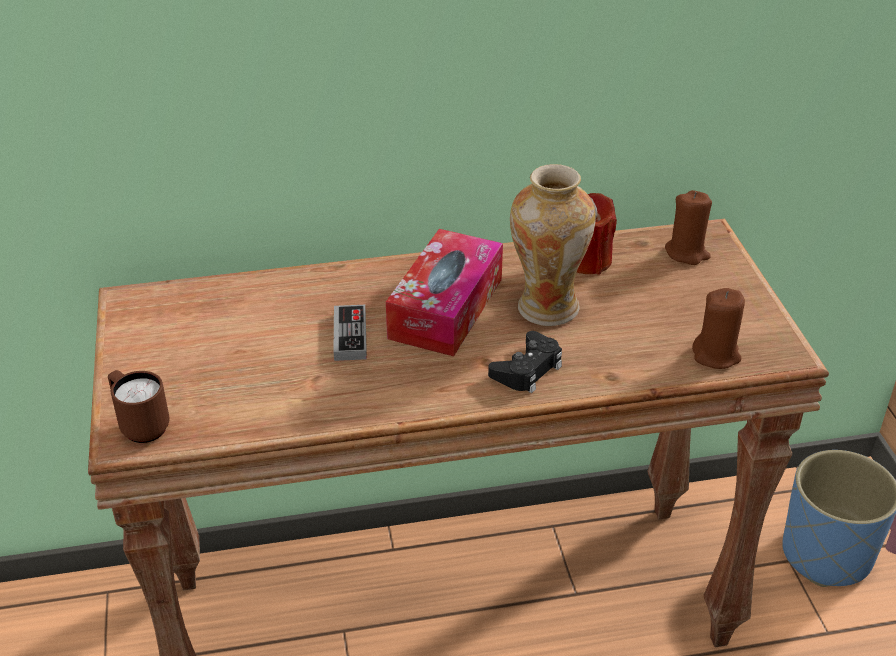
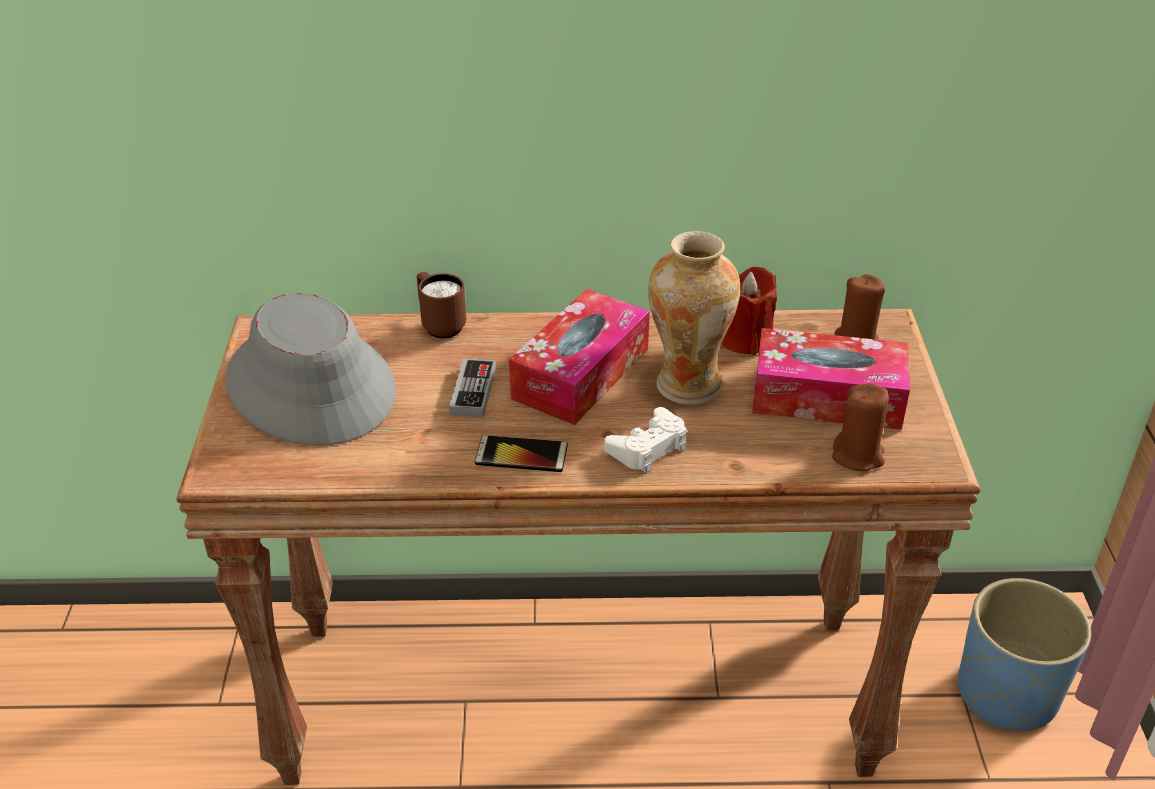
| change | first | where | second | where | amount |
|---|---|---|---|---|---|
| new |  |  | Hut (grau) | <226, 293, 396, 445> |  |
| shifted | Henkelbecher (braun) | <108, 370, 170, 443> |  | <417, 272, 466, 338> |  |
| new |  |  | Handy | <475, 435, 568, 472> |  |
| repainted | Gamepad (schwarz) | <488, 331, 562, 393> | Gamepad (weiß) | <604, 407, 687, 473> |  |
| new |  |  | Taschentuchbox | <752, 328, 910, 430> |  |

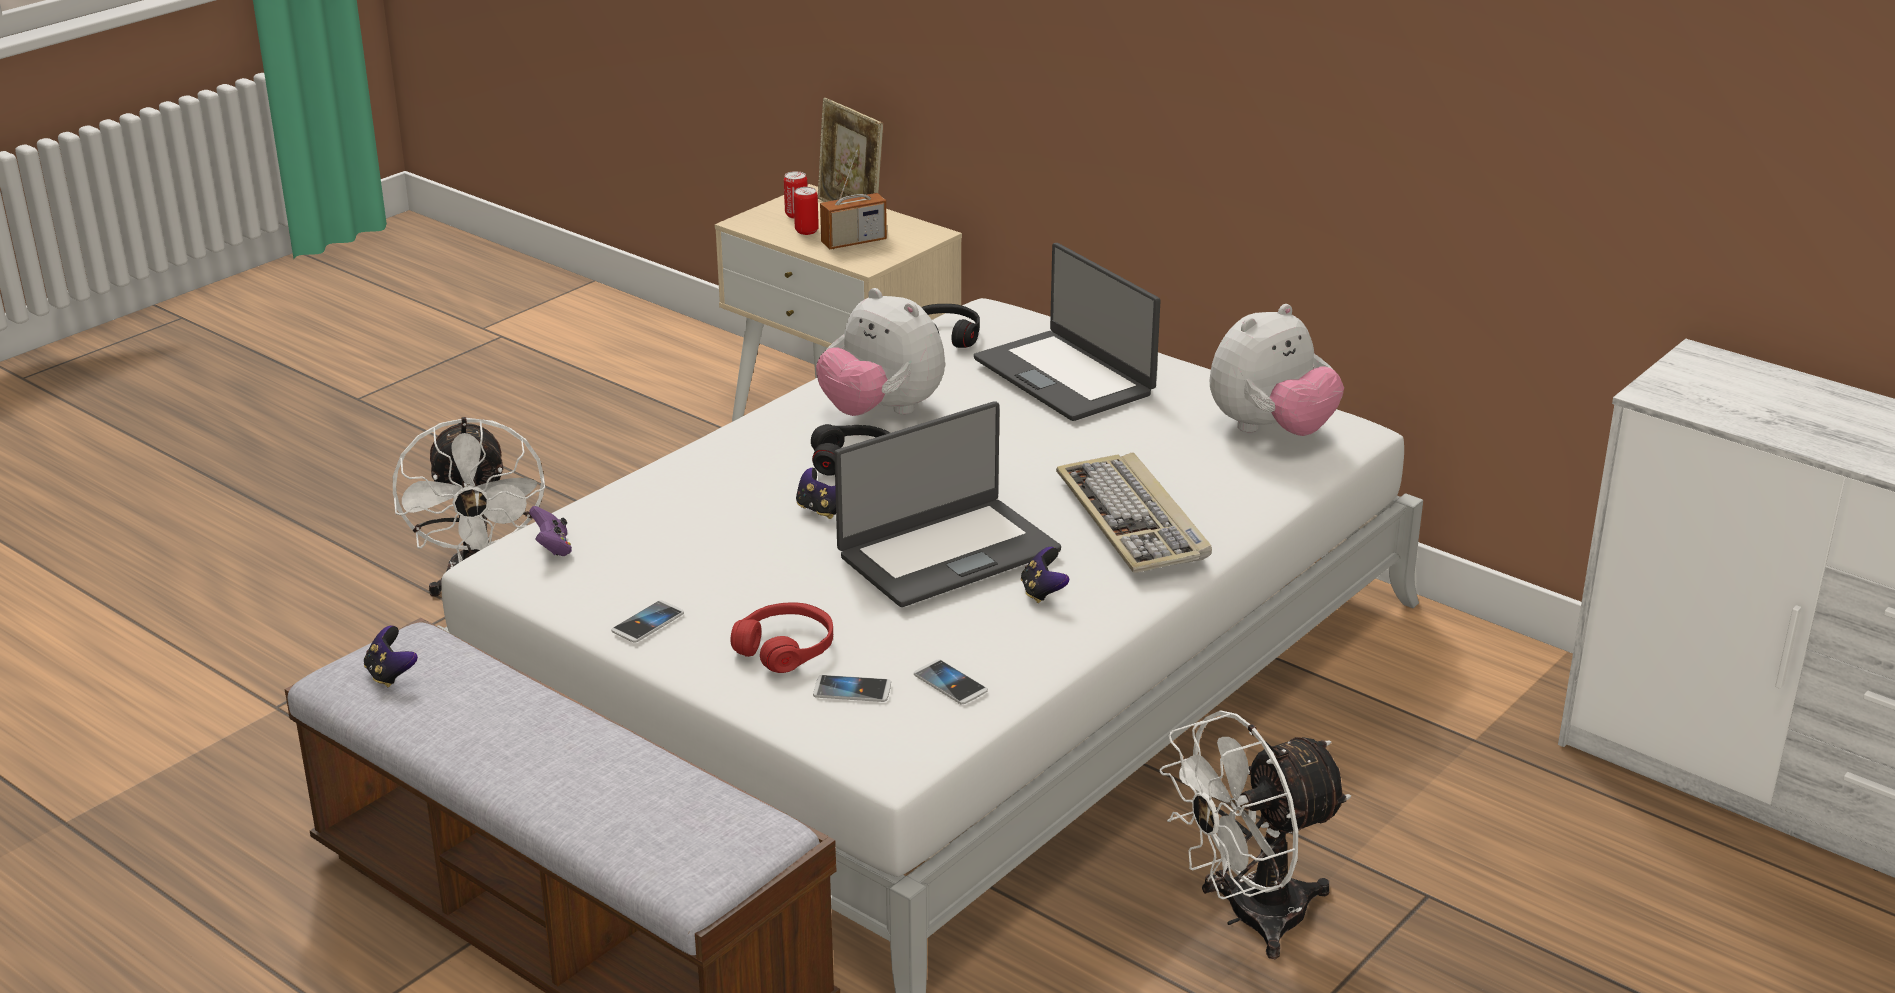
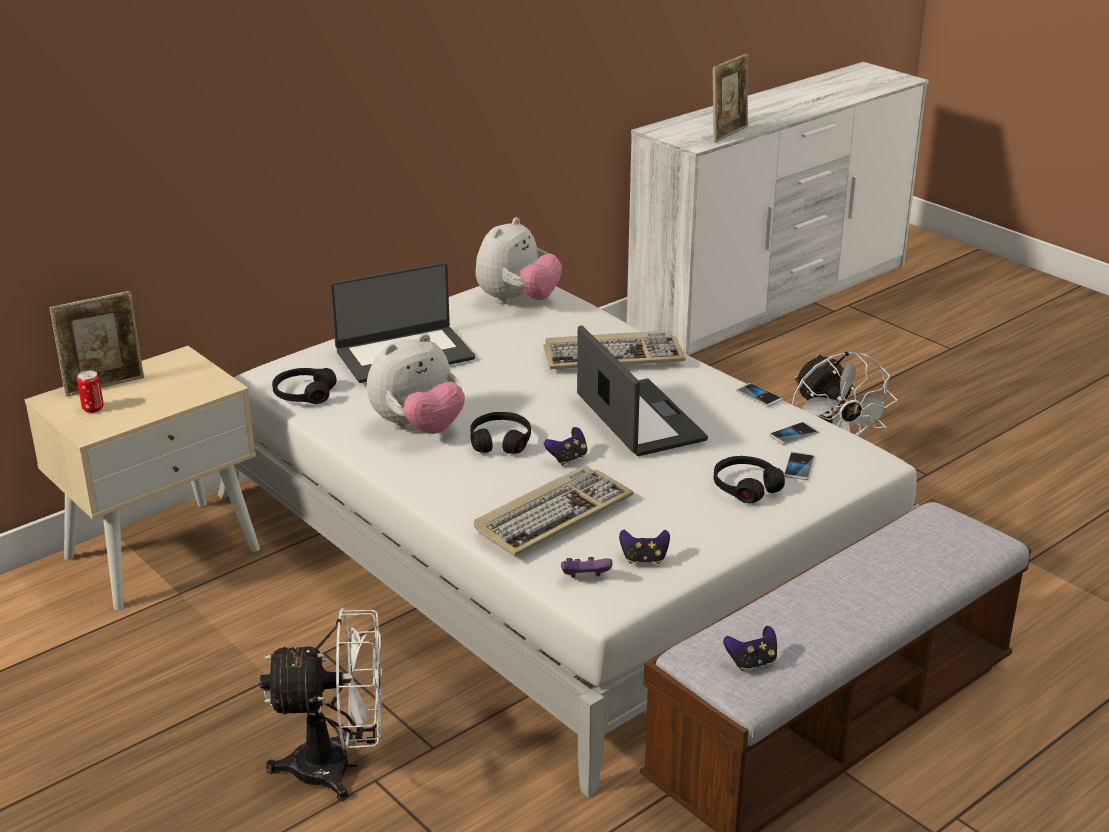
| change | first | where | second | where | amount |
|---|---|---|---|---|---|
| new |  |  | Tastatur | <474, 465, 633, 557> |  |
| rotated | Plüschtier | <1210, 304, 1344, 436> |  | <475, 217, 562, 304> | 60 degrees clockwise |
| shifted | Gamepad | <1021, 547, 1069, 603> |  | <619, 530, 670, 564> |  |
| new |  |  | Bilderrahmen | <713, 54, 748, 143> |  |
| repainted | Kopfhörer (rot) | <730, 602, 833, 673> | Kopfhörer (schwarz) | <714, 456, 785, 503> |  |
| shifted | Handy | <611, 600, 684, 643> |  | <736, 383, 783, 406> |  |
| gone | Dose | <794, 187, 819, 235> |  |  |  |
| gone | Radio | <820, 150, 887, 249> |  |  |  |

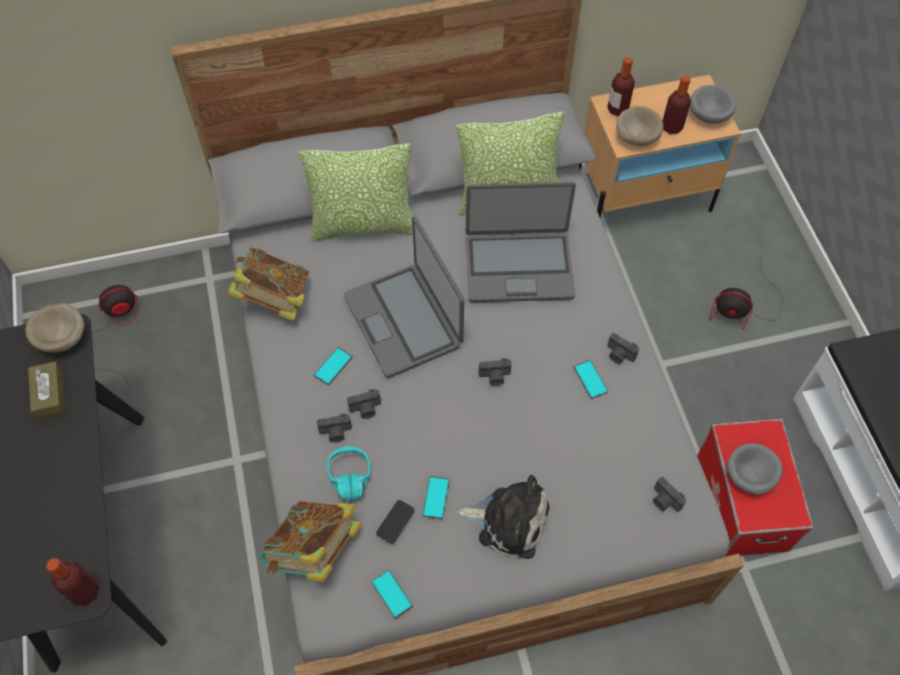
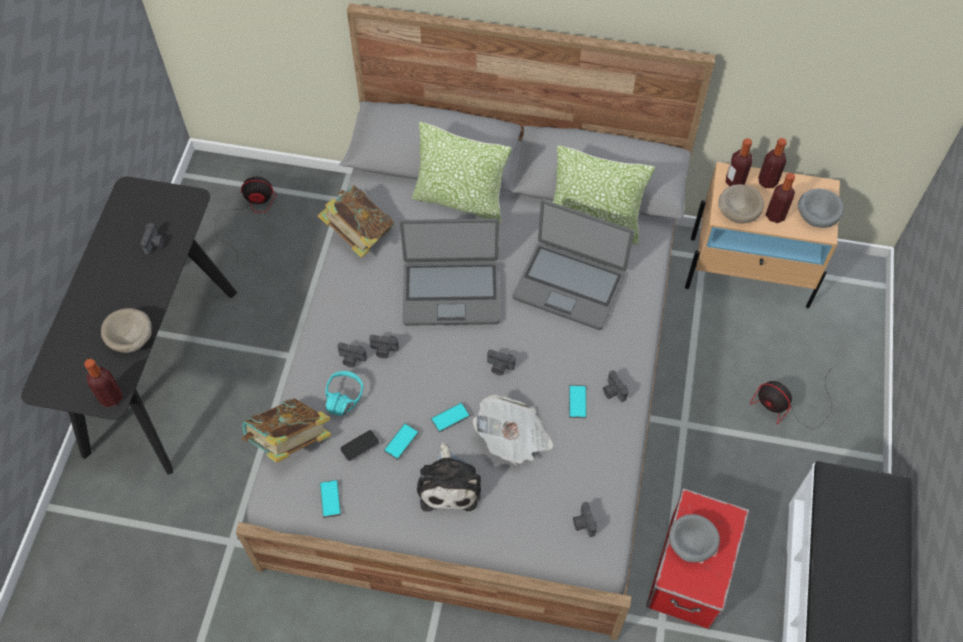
| change | first | where | second | where | amount |
|---|---|---|---|---|---|
| shifted | Schüssel (beige) | <25, 303, 85, 353> |  | <101, 308, 152, 353> |  |
| swapped | Taschentuchbox (braun) | <28, 362, 66, 421> | Kamera | <140, 223, 164, 255> |  |
| rotated | Laptop | <344, 216, 464, 378> |  | <400, 219, 500, 326> | 90 degrees counterclockwise |
| rotated | Plüschtier | <457, 475, 550, 559> |  | <417, 442, 481, 512> | 45 degrees clockwise |
| shifted | Handy | <314, 347, 353, 385> |  | <431, 402, 470, 432> |  |
| new |  |  | Zeitung | <472, 394, 553, 465> |  |
| new |  |  | Flasche | <758, 138, 787, 188> |  |

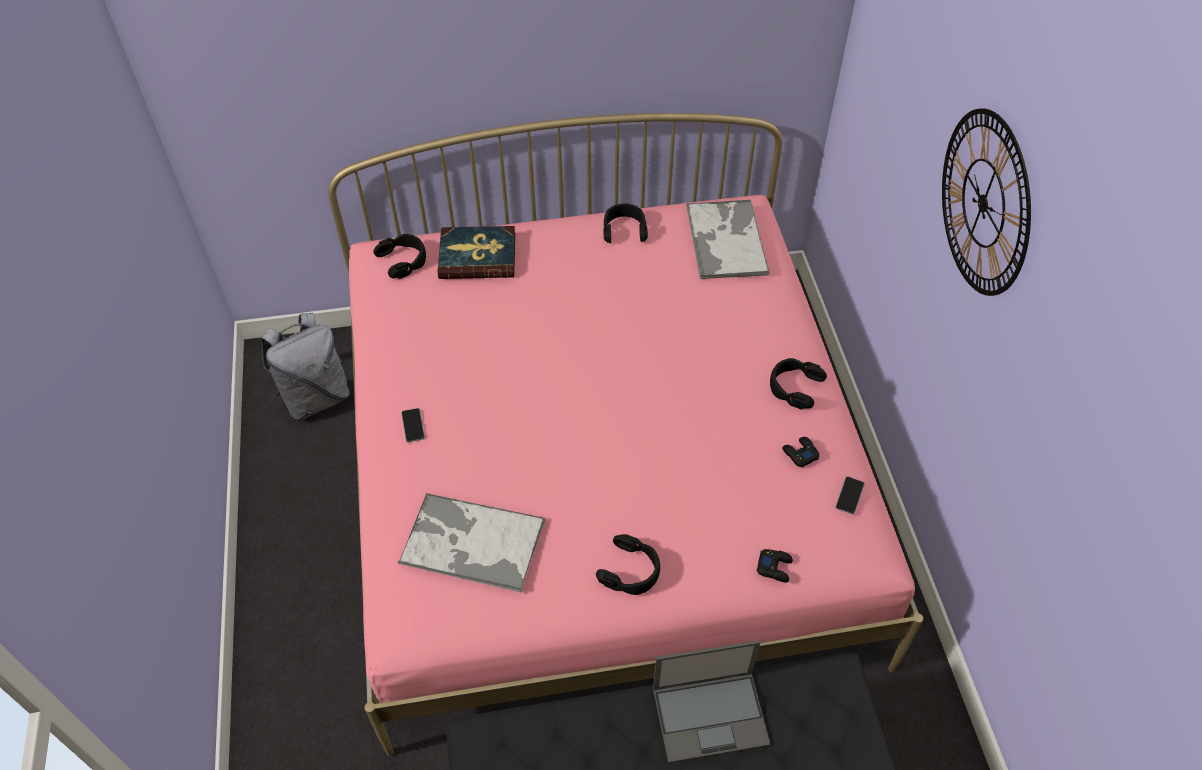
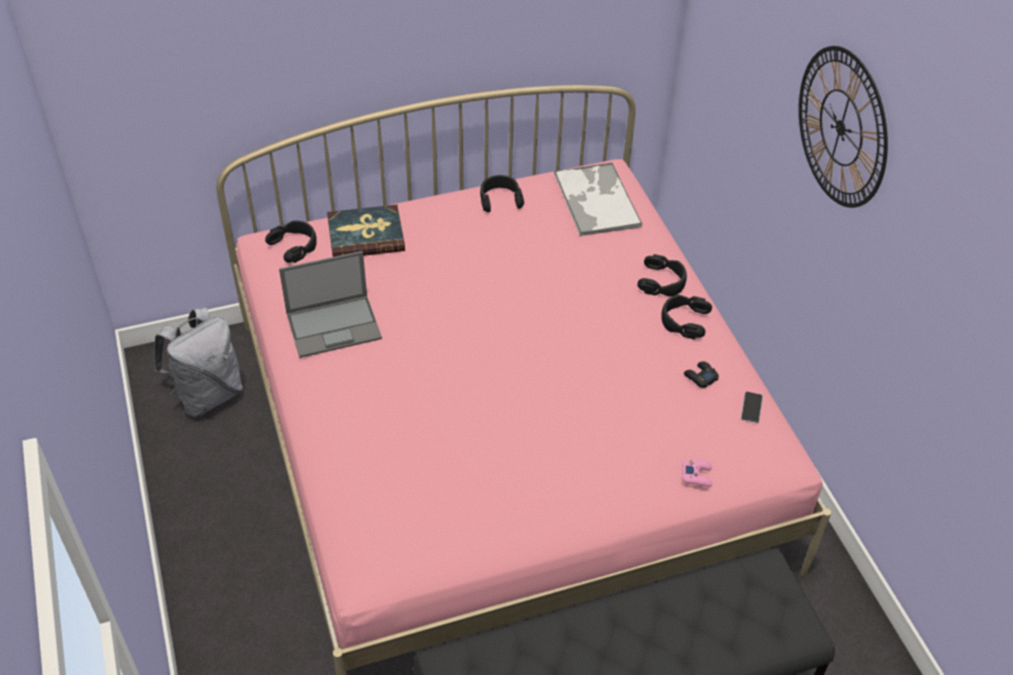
| change | first | where | second | where | amount |
|---|---|---|---|---|---|
| shifted | Laptop | <653, 640, 771, 763> |  | <279, 251, 382, 358> |  |
| shifted | Kopfhörer (schwarz) | <596, 534, 660, 595> |  | <637, 254, 687, 297> |  |
| repainted | Gamepad (schwarz) | <757, 549, 793, 583> | Gamepad (rosa) | <682, 460, 712, 487> |  |
| gone | Tablett | <397, 493, 545, 592> |  |  |  |
| gone | Handy | <401, 408, 425, 443> |  |  |  |

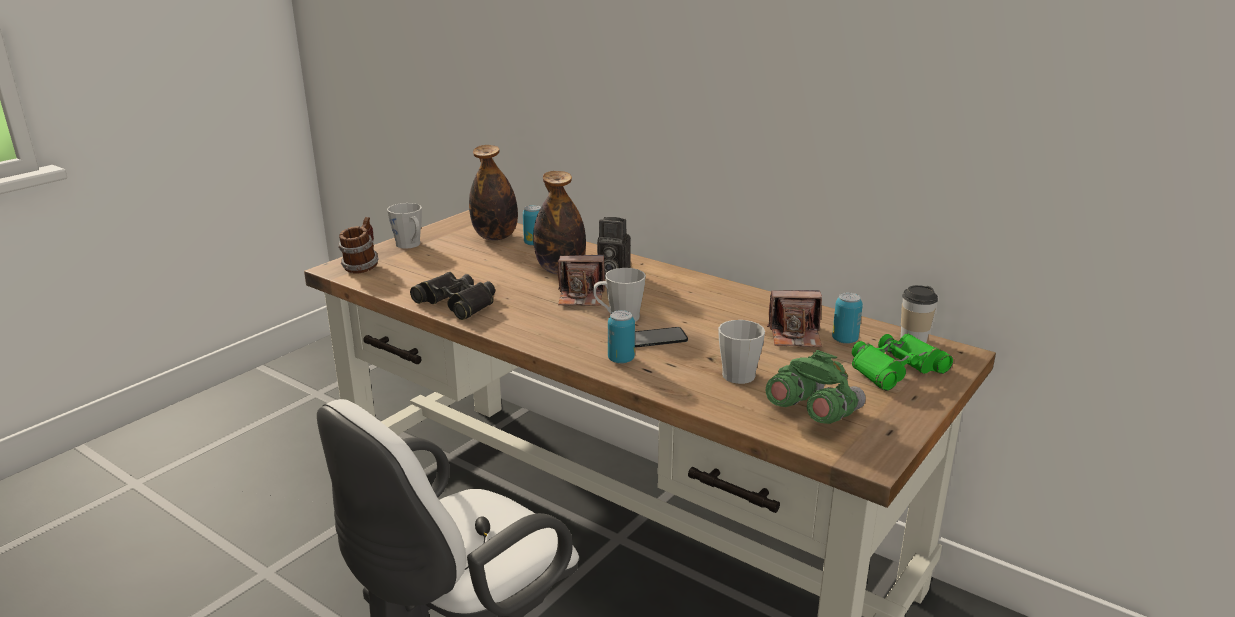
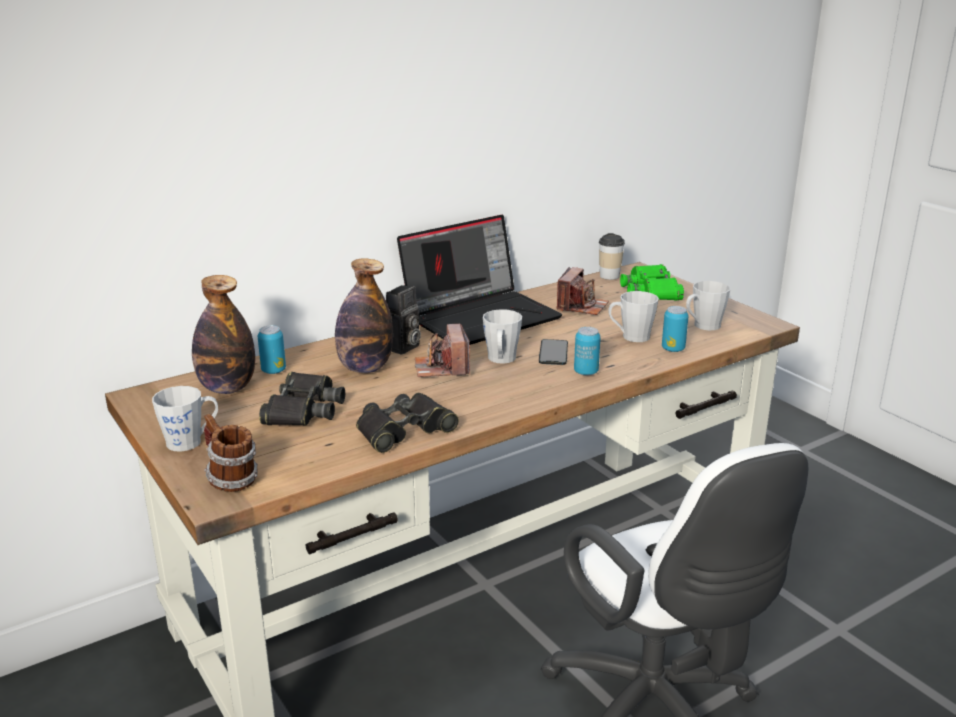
| change | first | where | second | where | amount |
|---|---|---|---|---|---|
| new |  |  | Fernglas (schwarz) | <259, 372, 345, 425> |  |
| new |  |  | Laptop | <397, 215, 562, 345> |  |
| rotated | Kamera | <558, 255, 605, 306> |  | <415, 323, 470, 377> | 150 degrees clockwise |
| shifted | Dose | <832, 293, 863, 344> |  | <662, 306, 689, 352> |  |
| swapped | Fernglas (grün) | <766, 350, 866, 424> | Henkelbecher (grau) | <686, 281, 731, 330> |  |

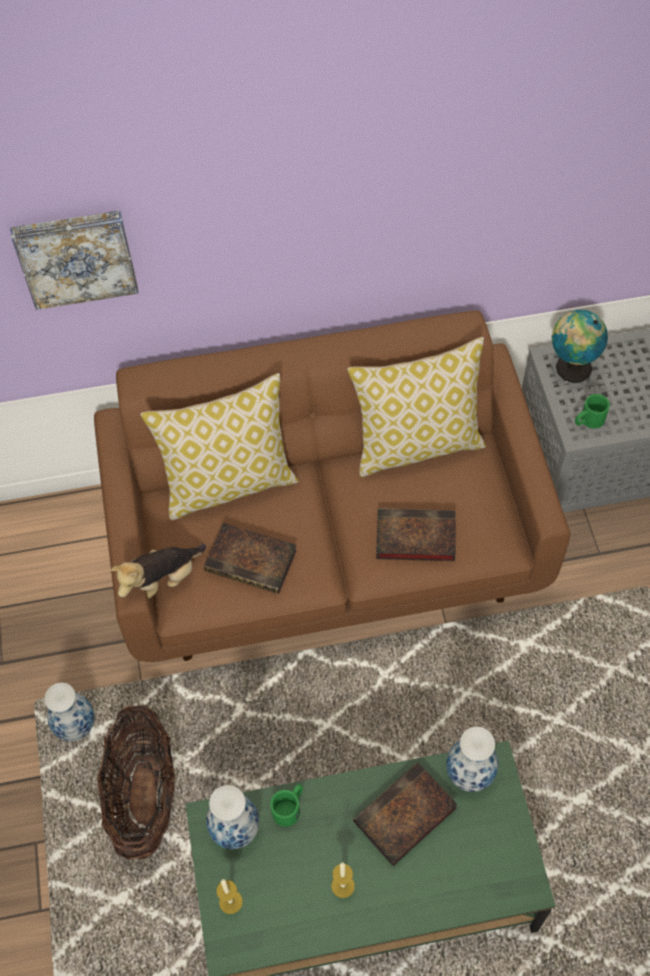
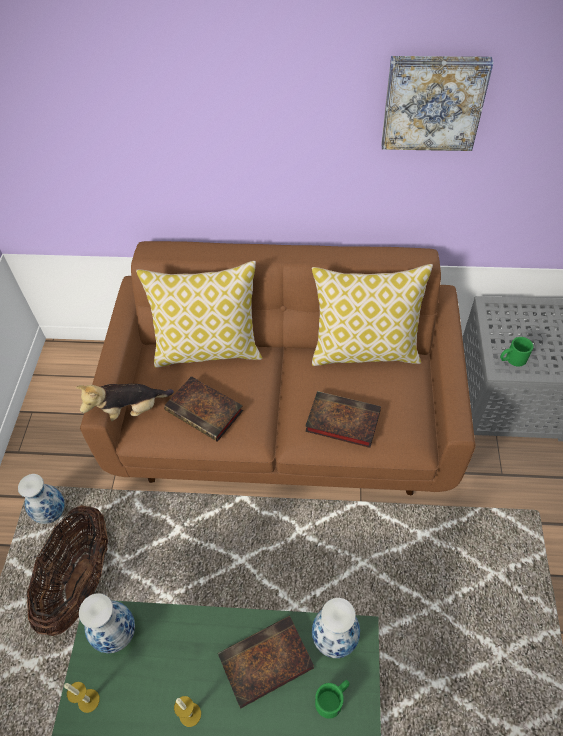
| change | first | where | second | where | amount |
|---|---|---|---|---|---|
| shifted | Henkelbecher (grün) | <270, 784, 303, 827> |  | <315, 680, 350, 719> |  |
| shifted | Bild | <10, 211, 138, 310> |  | <382, 56, 493, 151> |  |
| gone | Globus | <552, 310, 608, 383> |  |  |  |

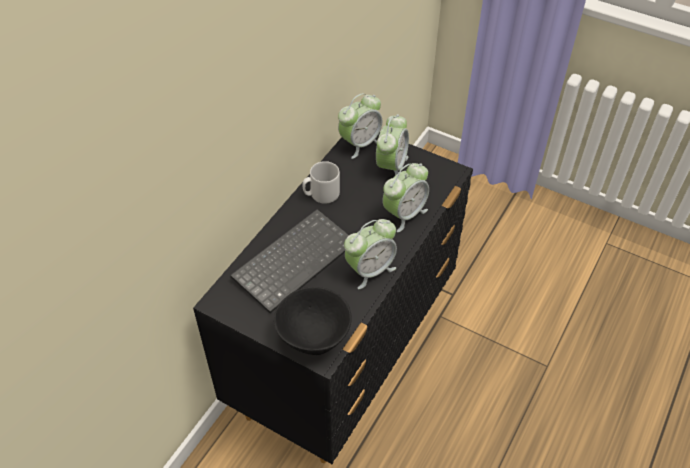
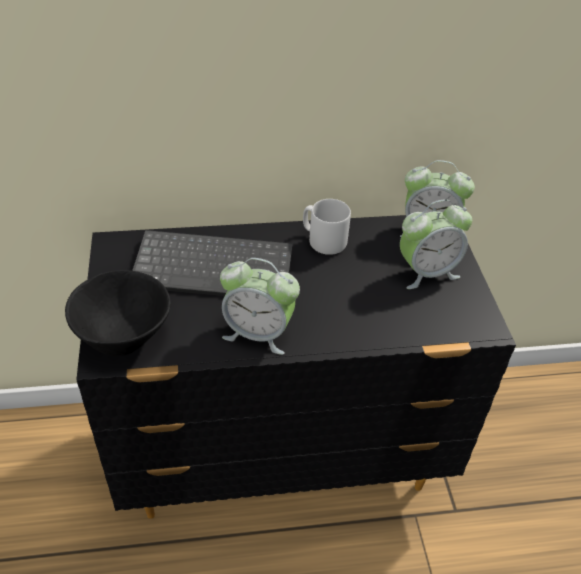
| change | first | where | second | where | amount |
|---|---|---|---|---|---|
| gone | Wecker | <382, 163, 429, 232> |  |  |  |

